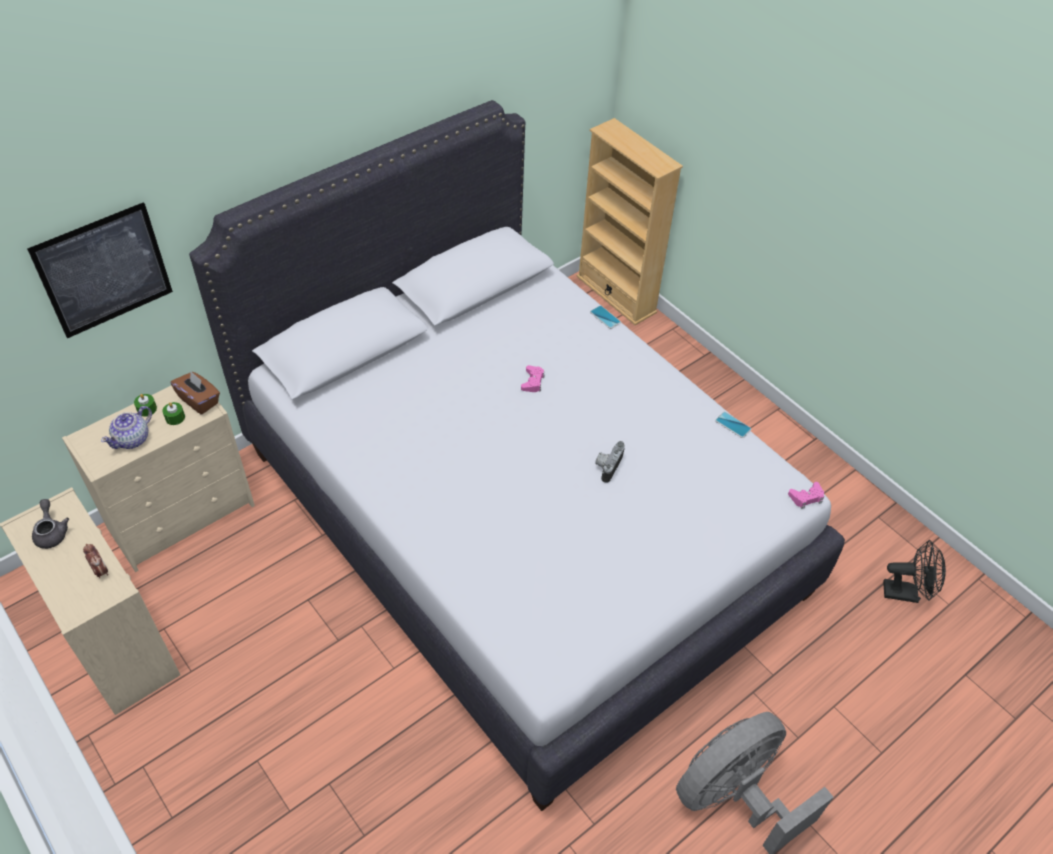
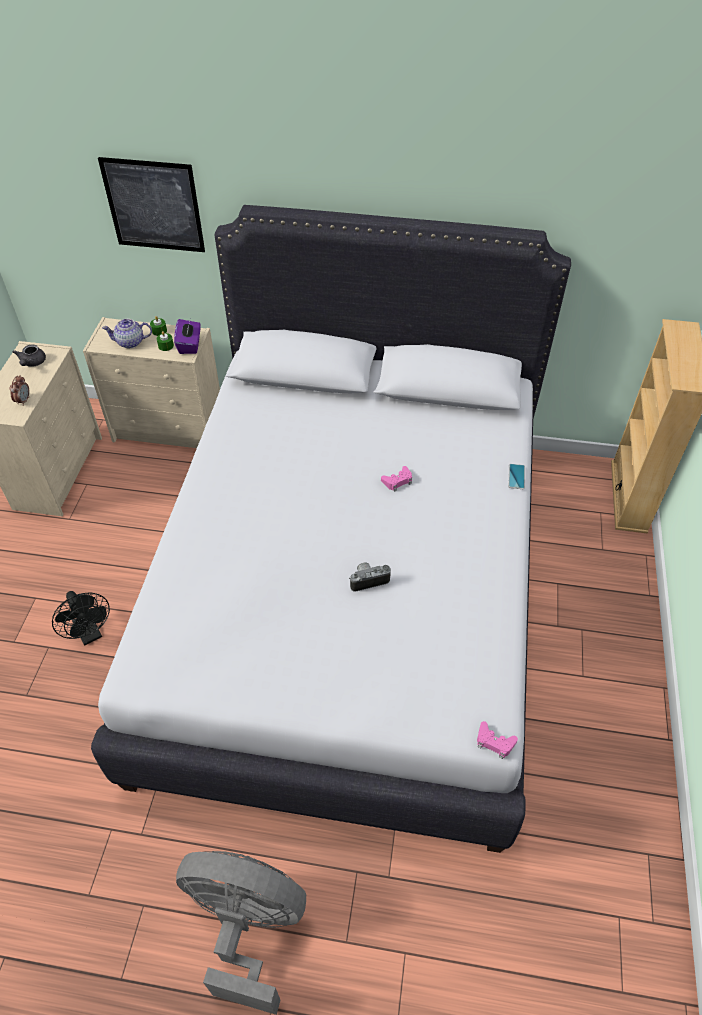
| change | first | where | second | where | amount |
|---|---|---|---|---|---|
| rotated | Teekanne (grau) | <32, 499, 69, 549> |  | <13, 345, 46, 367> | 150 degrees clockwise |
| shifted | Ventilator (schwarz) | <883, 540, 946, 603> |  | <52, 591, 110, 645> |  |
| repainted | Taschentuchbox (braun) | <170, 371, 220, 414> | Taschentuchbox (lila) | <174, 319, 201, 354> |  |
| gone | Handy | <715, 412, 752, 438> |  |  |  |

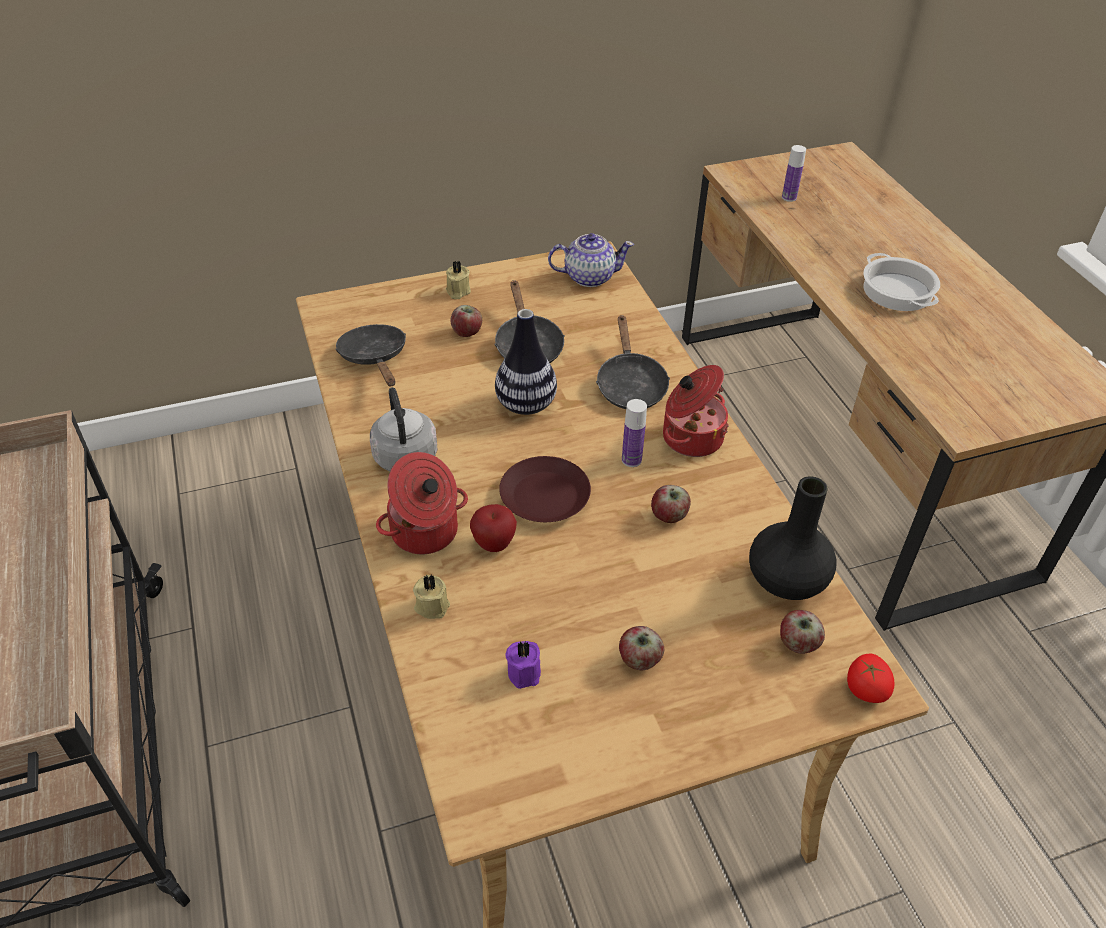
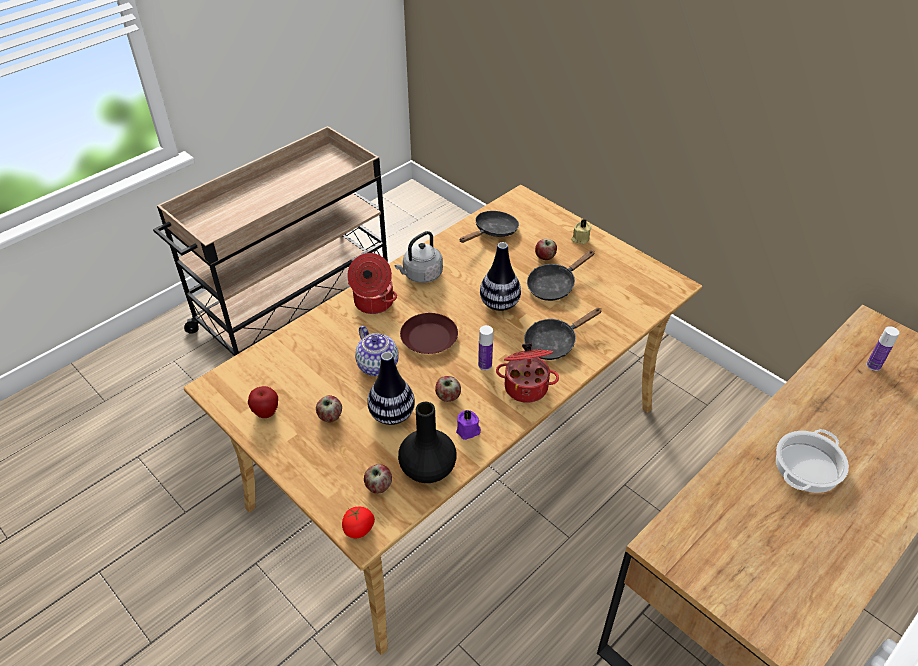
| change | first | where | second | where | amount |
|---|---|---|---|---|---|
| shifted | Apfel | <470, 504, 517, 552> |  | <248, 386, 278, 418> |  |
| shifted | Teekanne | <548, 233, 634, 287> |  | <355, 326, 398, 376> |  |
| new |  |  | Vase | <367, 352, 415, 425> |  |
| shifted | Kerze (lila) | <506, 641, 541, 689> |  | <456, 410, 481, 440> |  |
| gone | Kerze (beige) | <413, 574, 450, 619> |  |  |  |

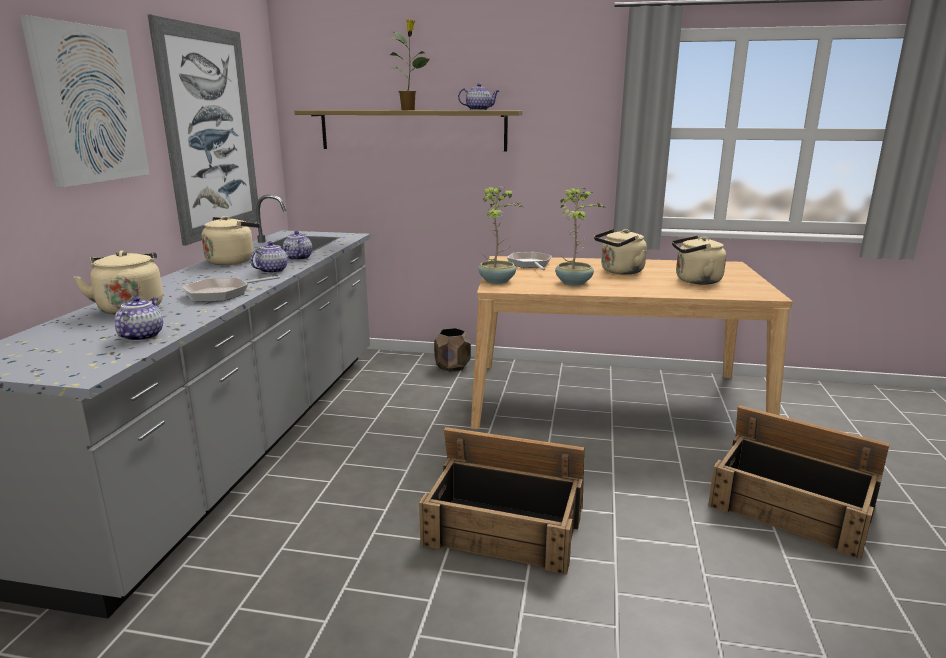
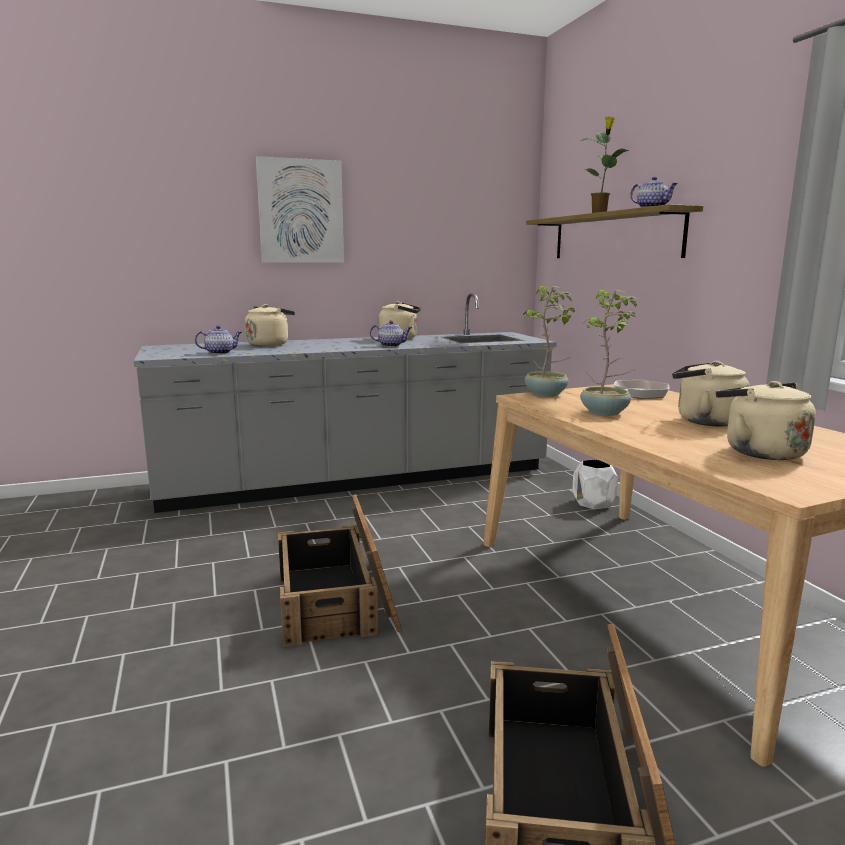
| change | first | where | second | where | amount |
|---|---|---|---|---|---|
| repainted | Pflanzkübel (braun) | <434, 328, 471, 372> | Pflanzkübel (weiß) | <572, 459, 618, 509> |  |
| gone | Bild | <148, 15, 258, 246> |  |  |  |
| gone | Pfanne | <182, 276, 280, 302> |  |  |  |
| gone | Teekanne | <283, 231, 312, 260> |  |  |  |

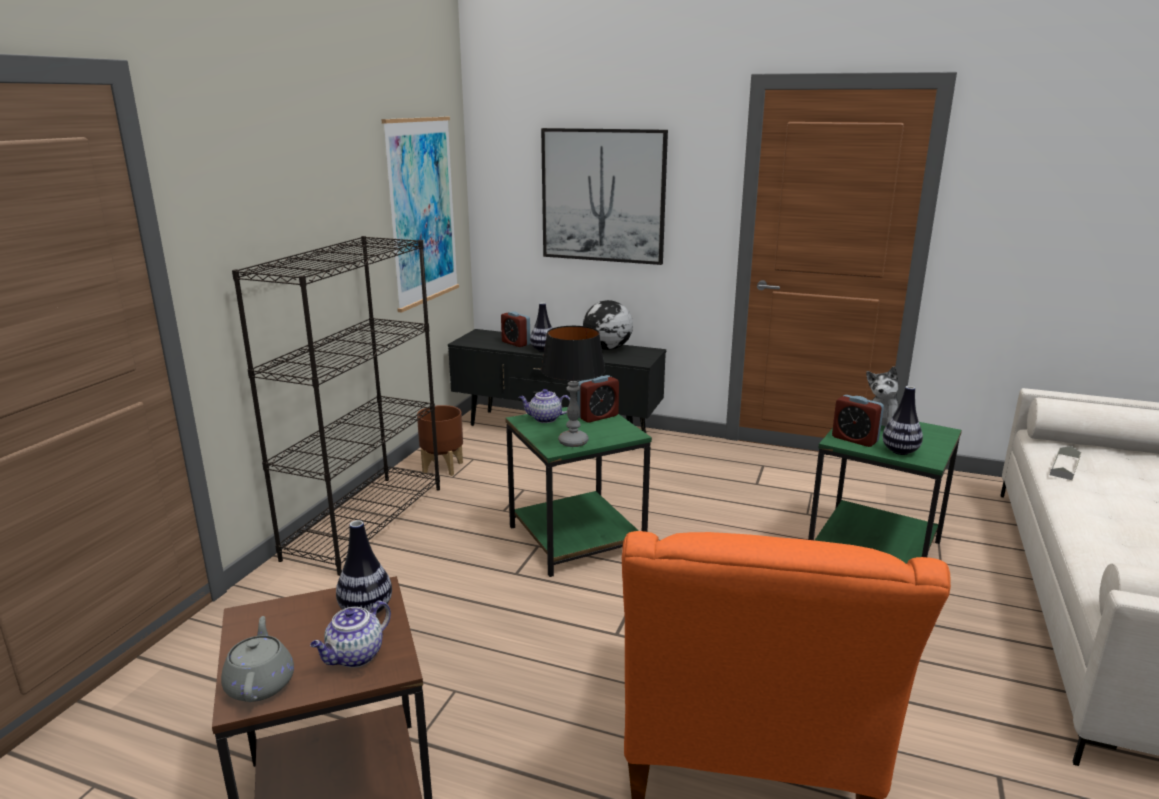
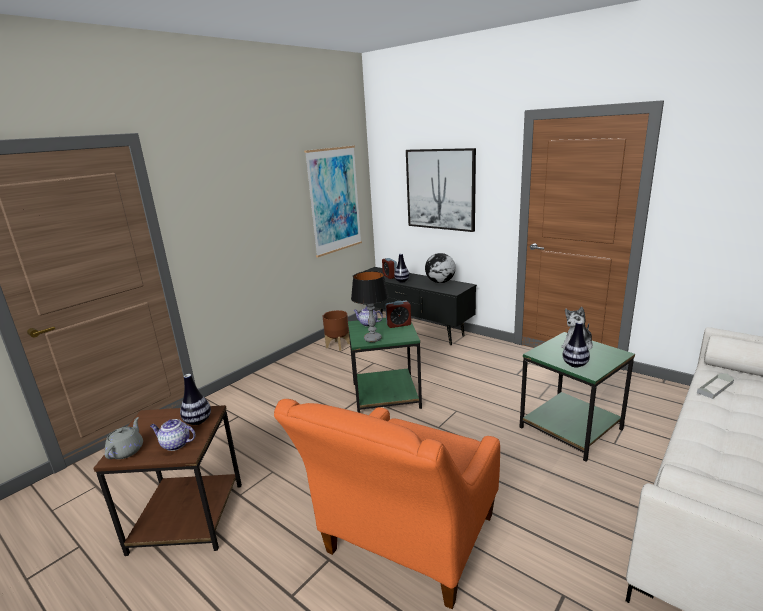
| change | first | where | second | where | amount |
|---|---|---|---|---|---|
| rotated | Teekanne | <310, 601, 391, 668> |  | <150, 419, 196, 451> | 45 degrees clockwise |
| gone | Bücherregal (schwarz) | <232, 236, 440, 576> |  |  |  |
| gone | Wecker | <832, 395, 884, 447> |  |  |  |

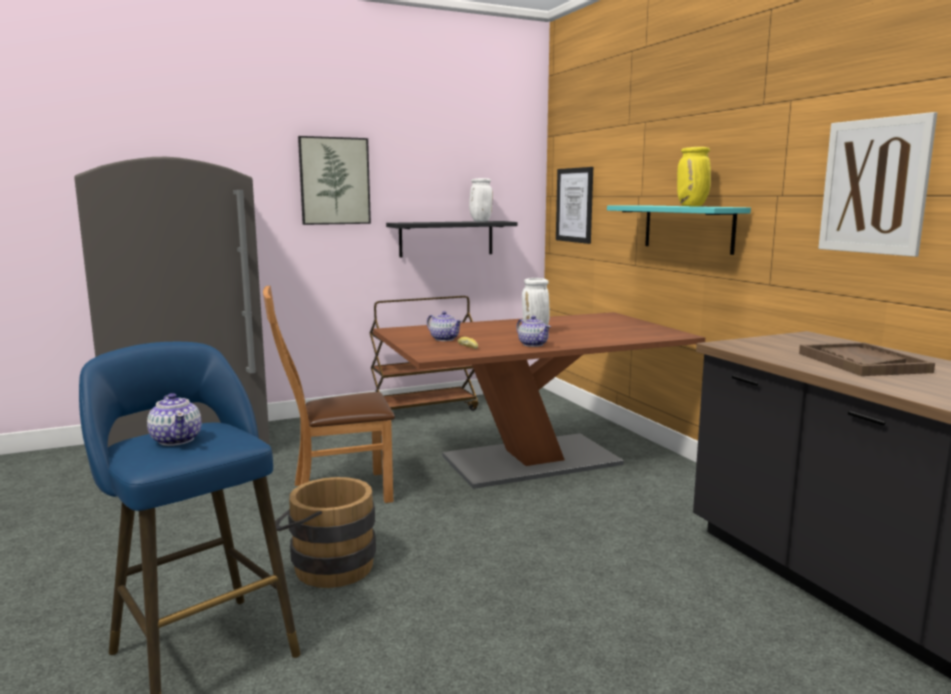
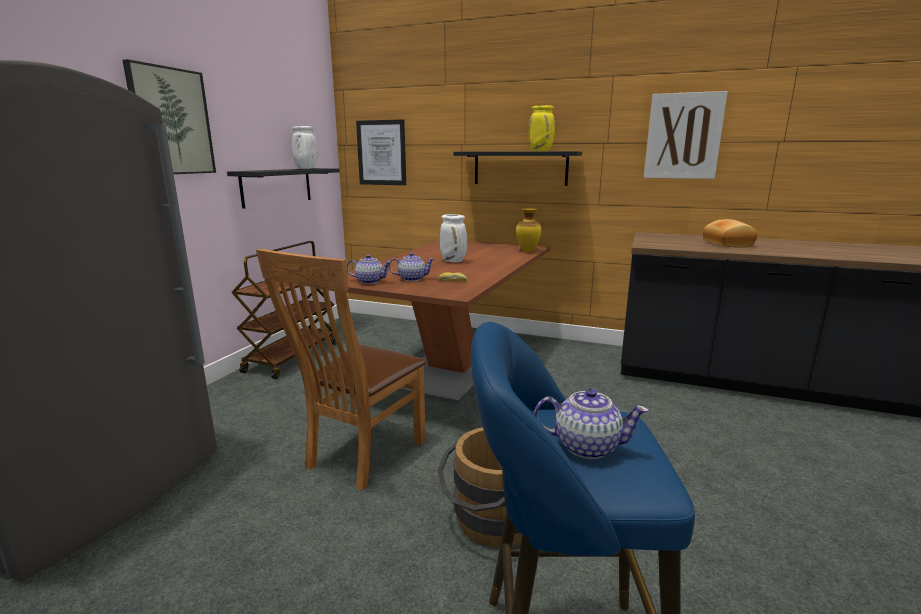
| change | first | where | second | where | amount |
|---|---|---|---|---|---|
| shifted | Teekanne | <516, 316, 551, 347> |  | <347, 255, 392, 284> |  |
| repainted | Wandregal (türkis) | <607, 205, 751, 255> | Wandregal (schwarz) | <454, 151, 582, 186> |  |
| new |  |  | Vase | <516, 208, 542, 252> |  |
| swapped | Tablett (braun) | <799, 343, 935, 376> | Brot | <703, 219, 758, 248> |  |

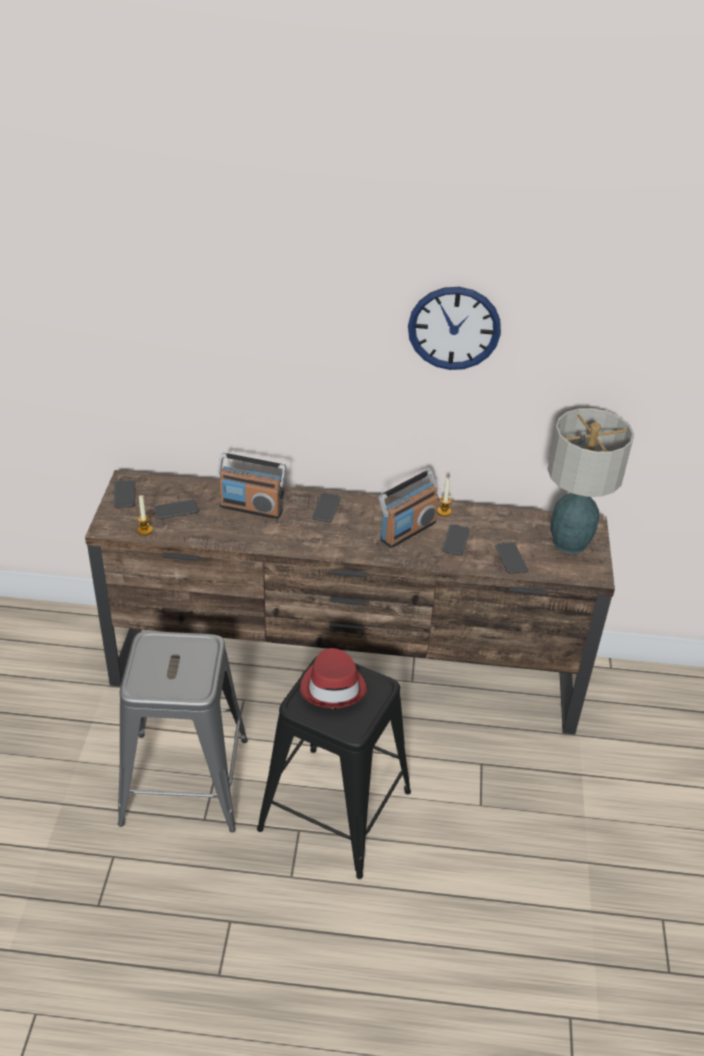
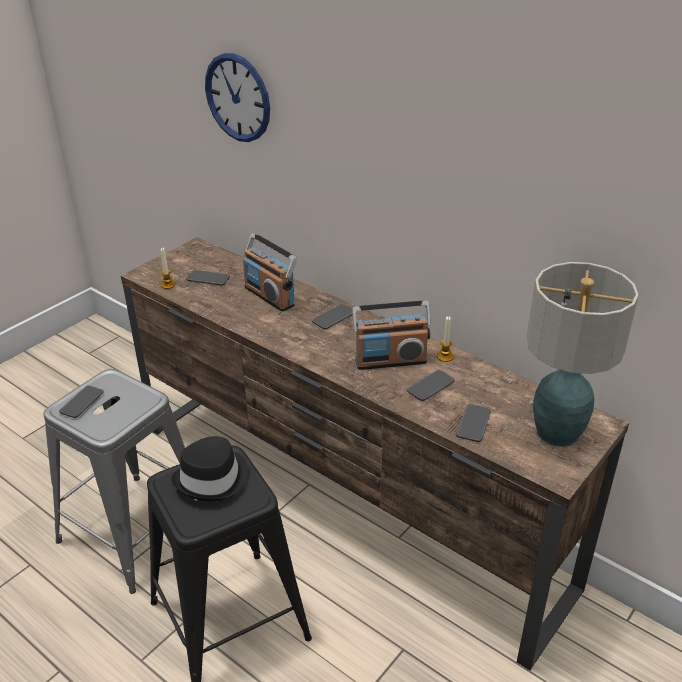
| change | first | where | second | where | amount |
|---|---|---|---|---|---|
| shifted | Handy | <114, 480, 135, 508> |  | <59, 385, 104, 418> |  |
| repainted | Hut (rot) | <300, 648, 367, 708> | Hut (schwarz) | <171, 436, 249, 501> |  |
| shifted | Wanduhr | <408, 287, 501, 370> |  | <205, 53, 270, 142> |  |

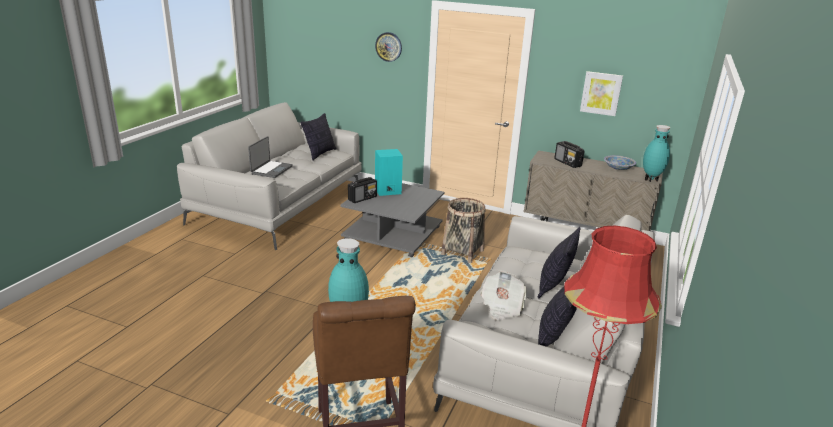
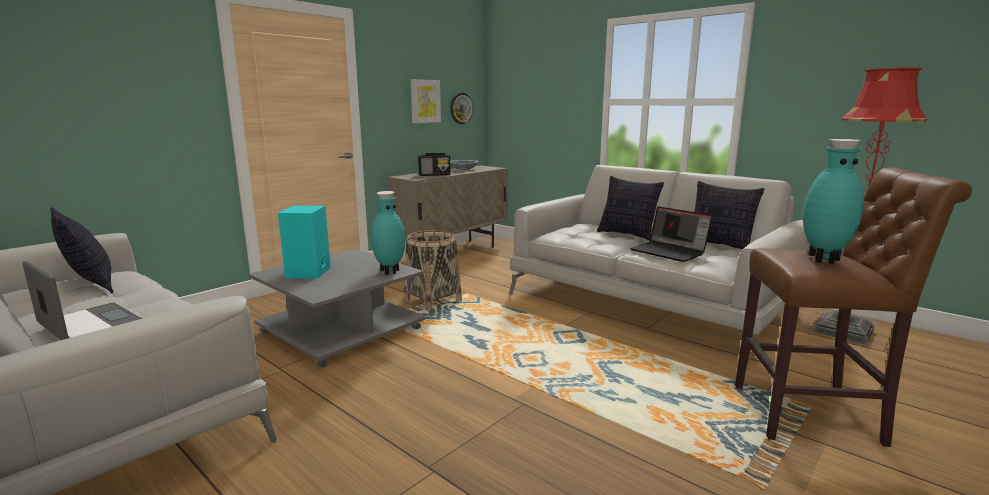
| change | first | where | second | where | amount |
|---|---|---|---|---|---|
| shifted | Vase (türkis) | <643, 125, 670, 182> |  | <371, 191, 405, 275> |  |
| shifted | Wanduhr | <375, 32, 402, 62> |  | <450, 93, 473, 124> |  |
| swapped | Zeitung | <481, 271, 527, 320> | Laptop | <630, 207, 713, 262> |  |
| gone | Radio | <348, 177, 377, 203> |  |  |  |

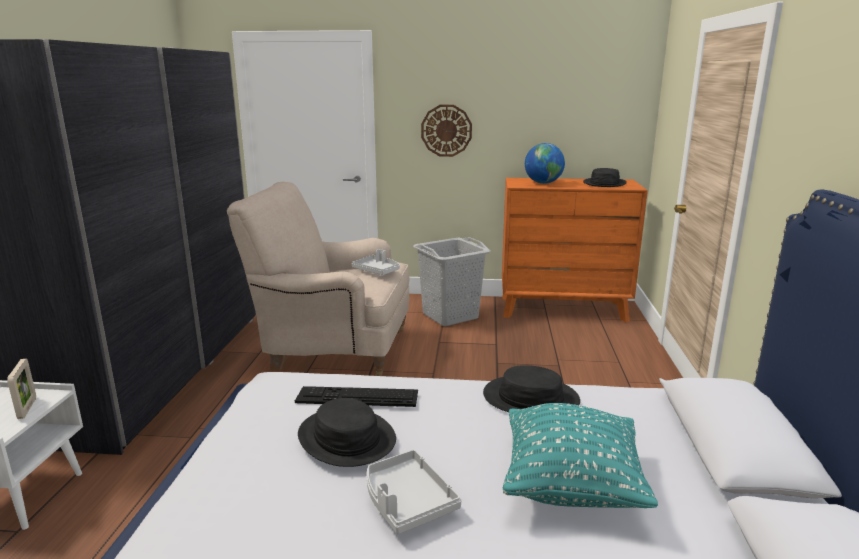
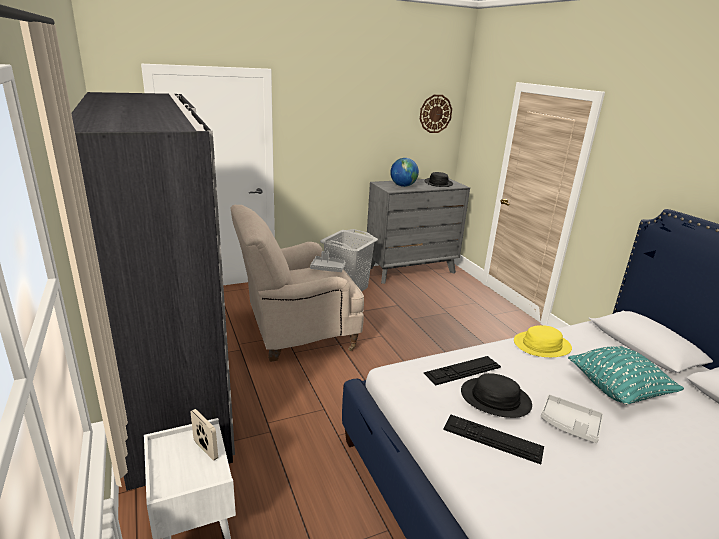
| change | first | where | second | where | amount |
|---|---|---|---|---|---|
| repainted | Kommode (orange) | <502, 178, 648, 322> | Kommode (grau) | <367, 179, 470, 284> |  |
| shifted | Wanduhr | <421, 105, 472, 157> |  | <420, 95, 452, 133> |  |
| new |  |  | Tastatur | <444, 414, 544, 464> |  |
| repainted | Hut (schwarz) | <483, 365, 580, 412> | Hut (gelb) | <514, 325, 572, 357> |  |

